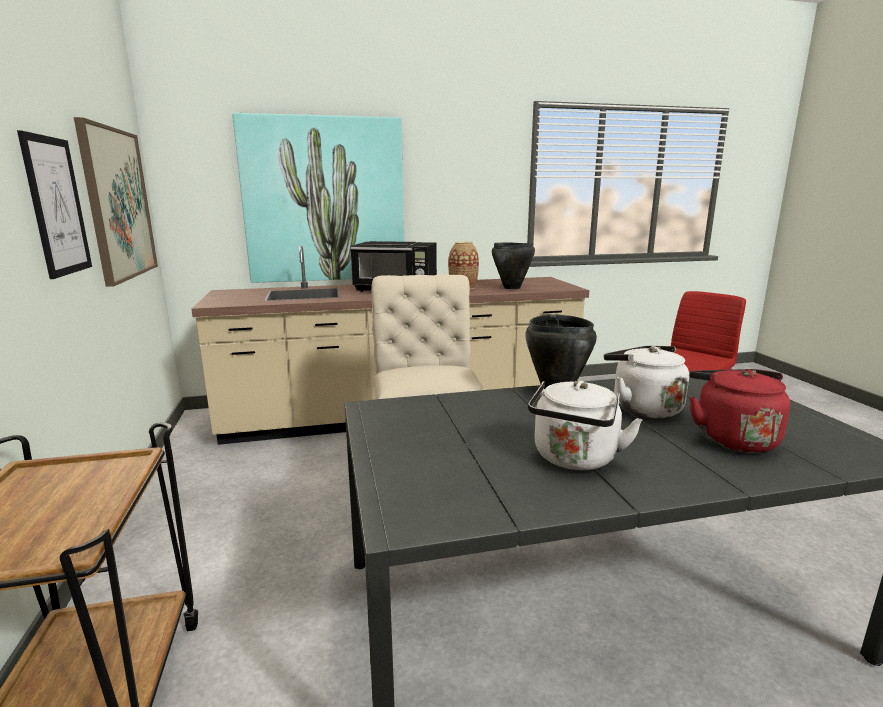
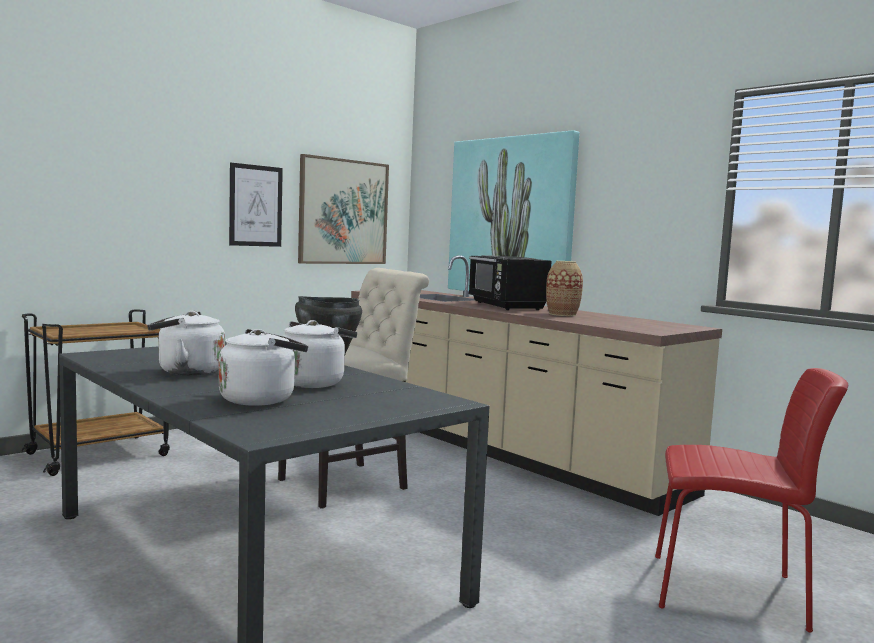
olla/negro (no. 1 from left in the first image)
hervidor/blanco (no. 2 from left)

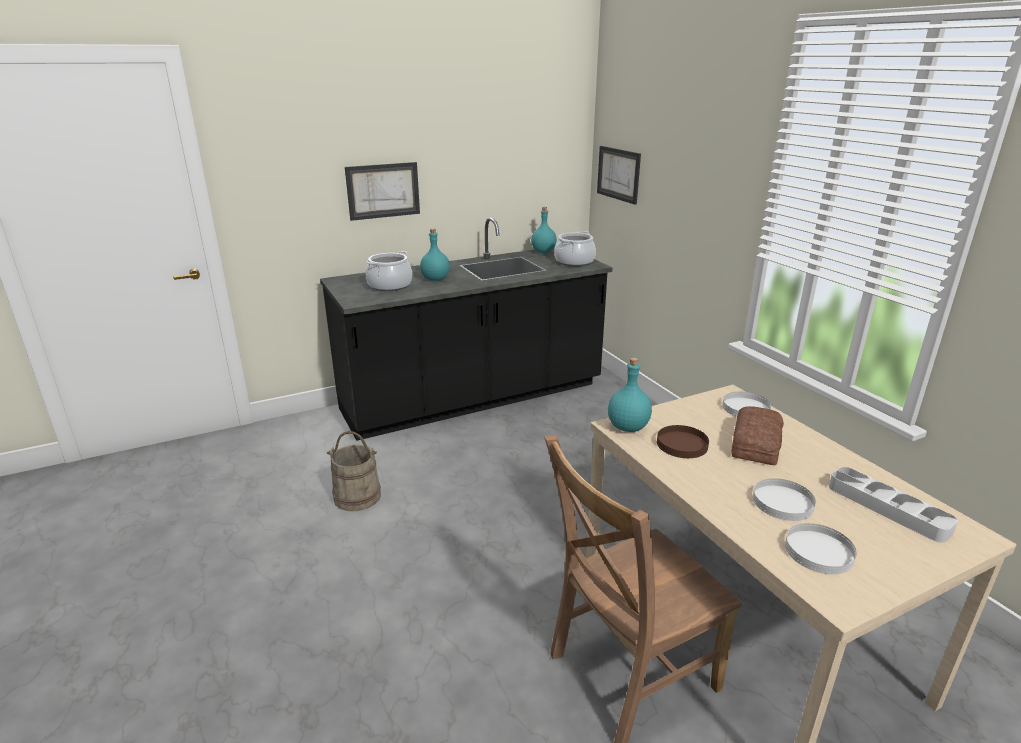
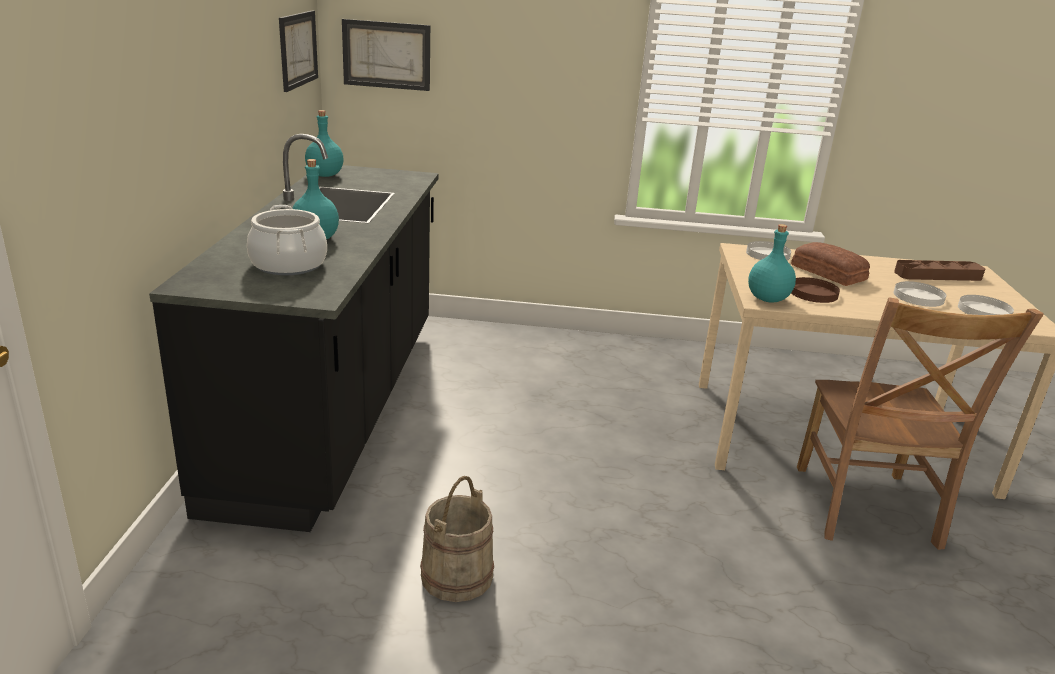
cuadro (no. 1 from left)
olla (no. 2 from left in the first image)
bandeja/marrón

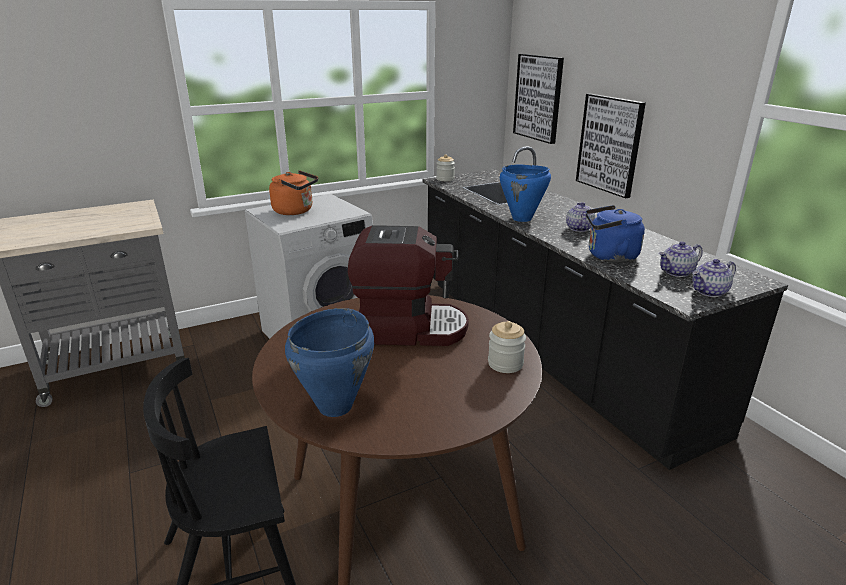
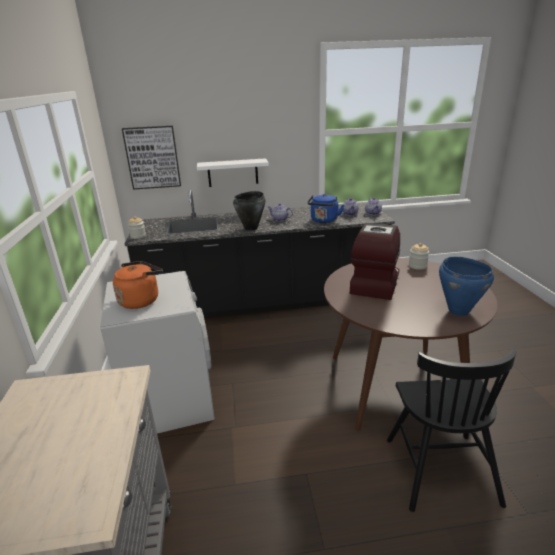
olla/negro
estante/blanco

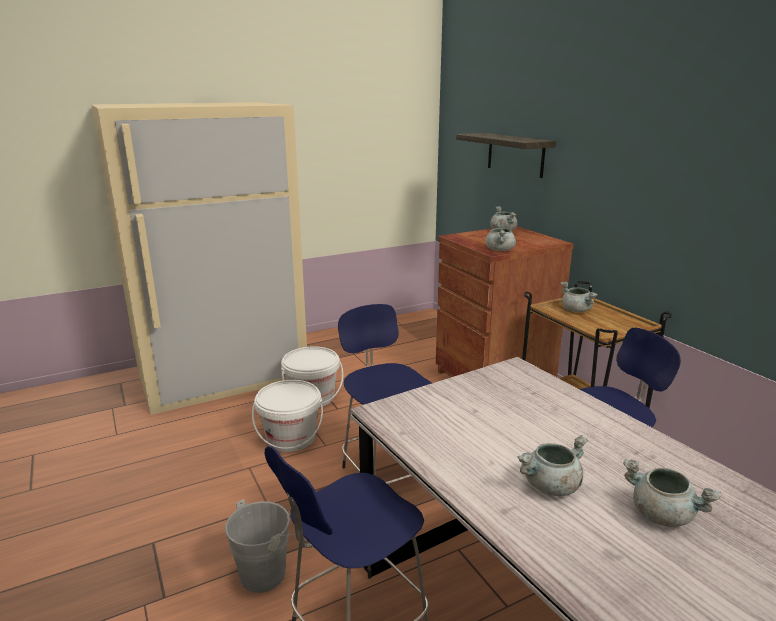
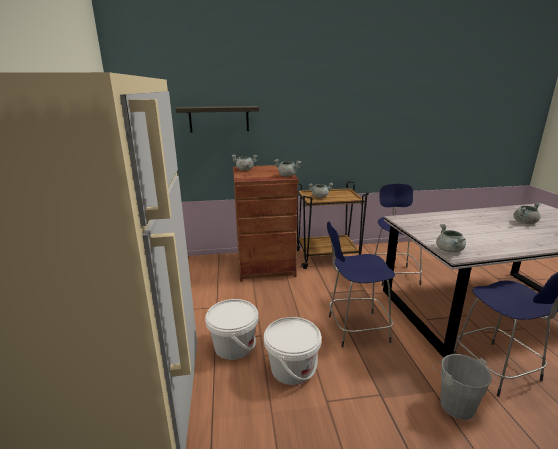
olla/gris (no. 4 from left)

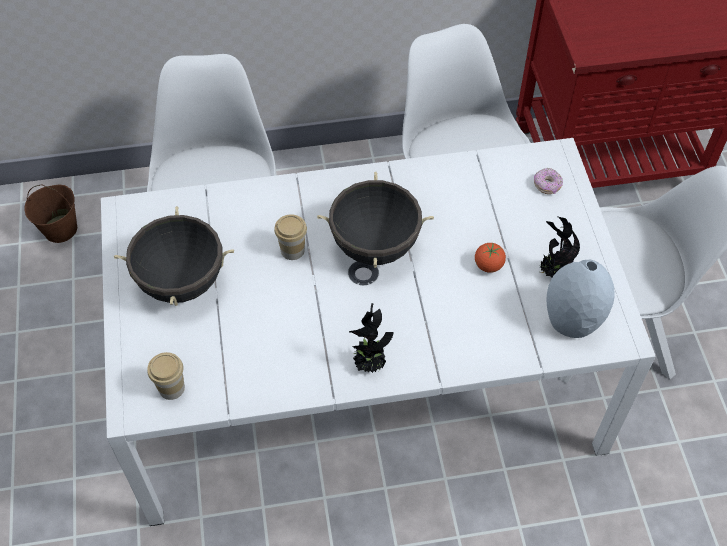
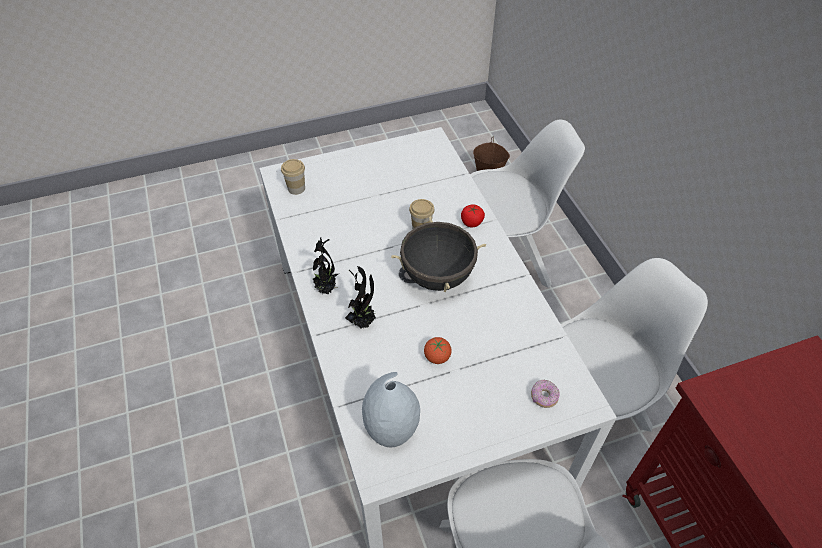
olla/negro (no. 1 from left in the first image)
planta en maceta (no. 2 from left)
tomate (no. 2 from left)

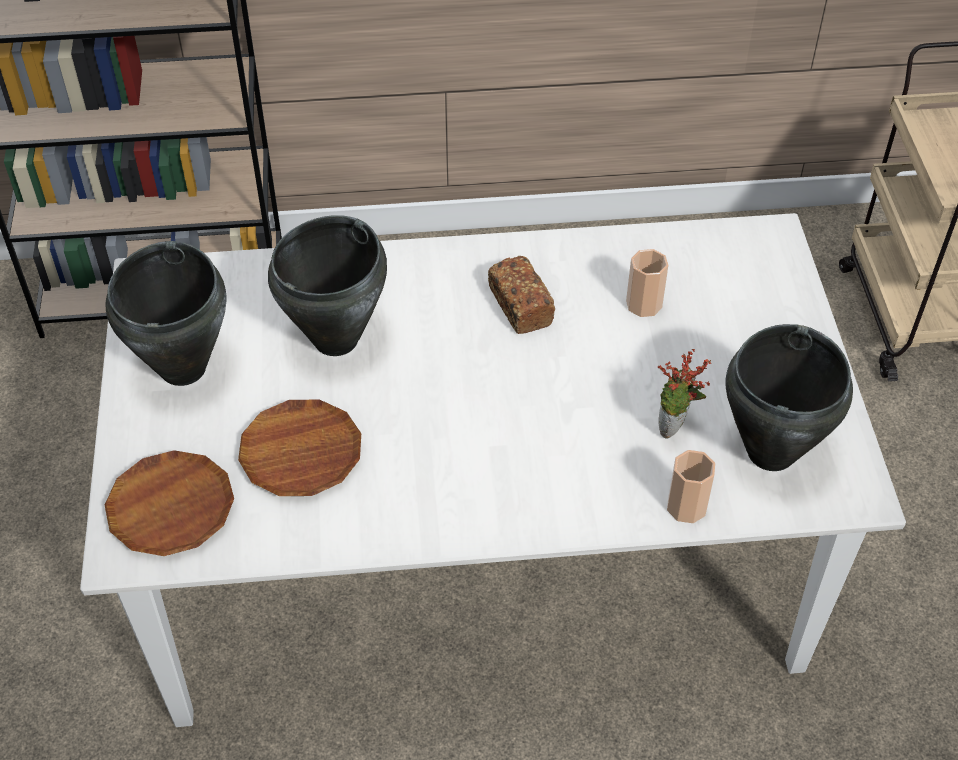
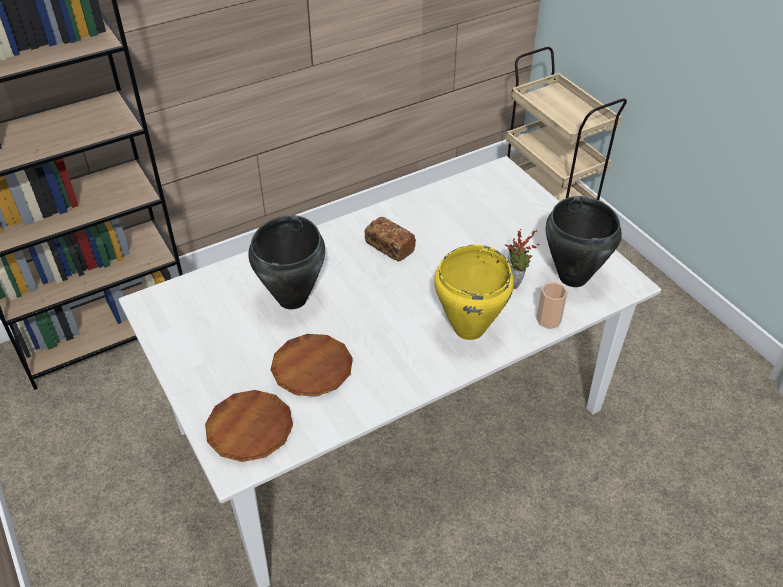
olla/negro (no. 1 from left in the first image)
taza (no. 1 from left in the first image)
olla/amarillo

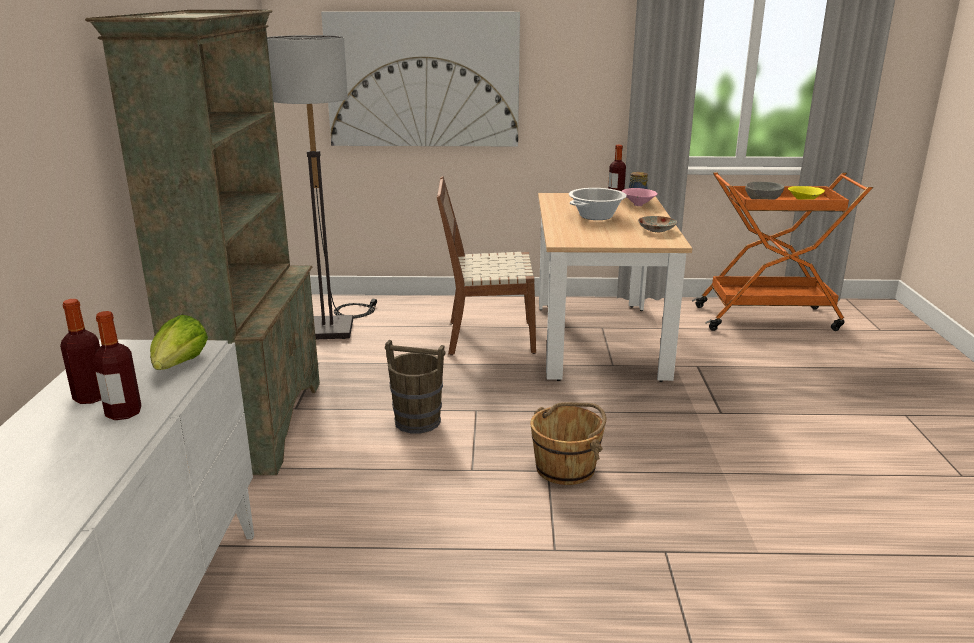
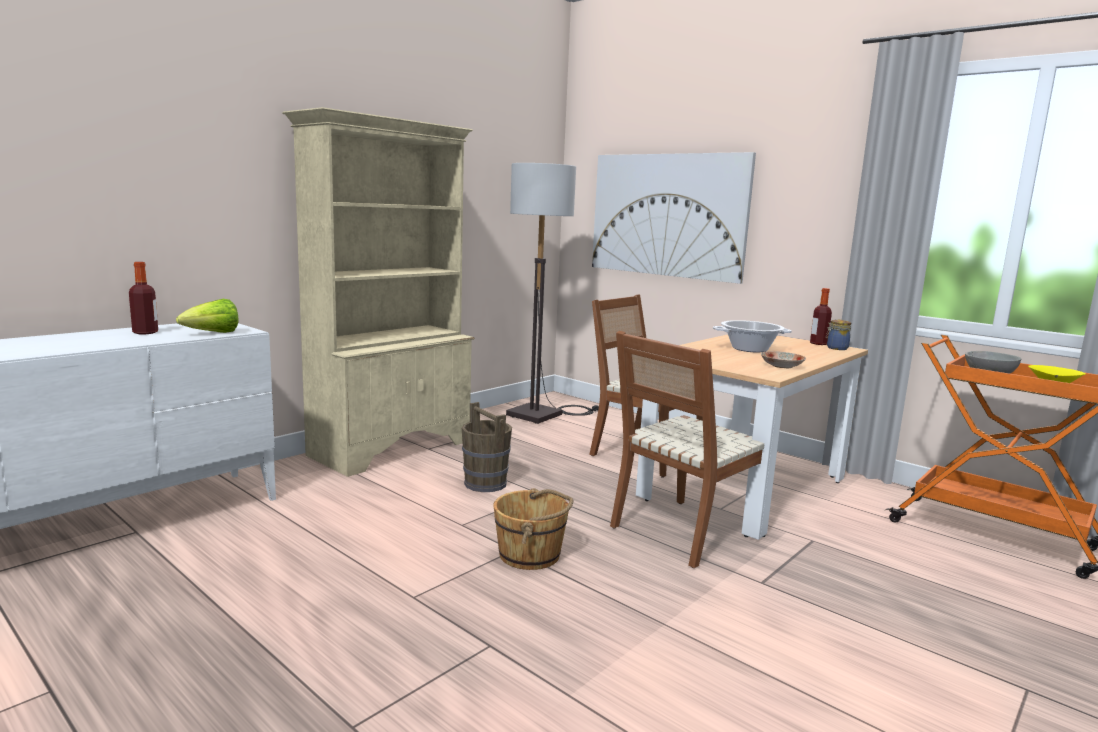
estantería/beis
botella (no. 2 from left in the first image)
cuenco/rosa
silla (no. 2 from left)

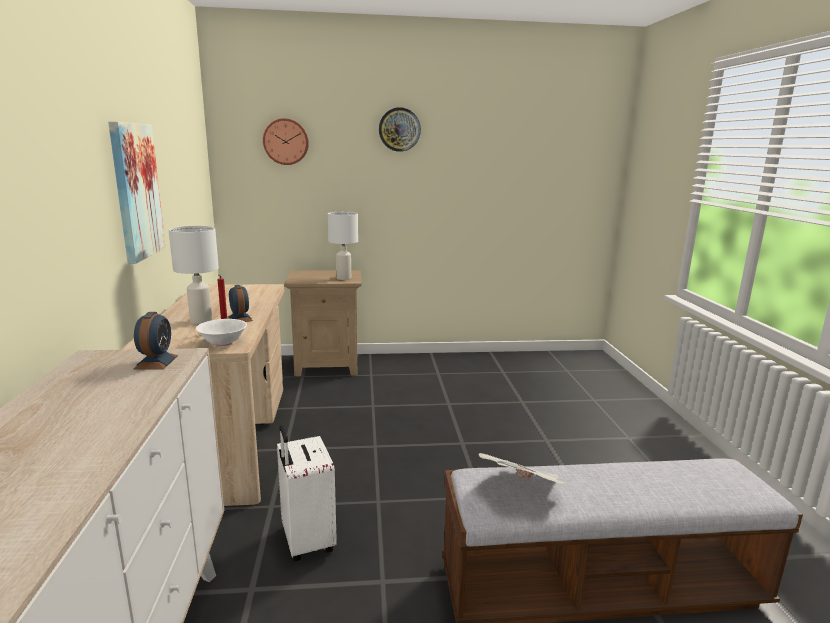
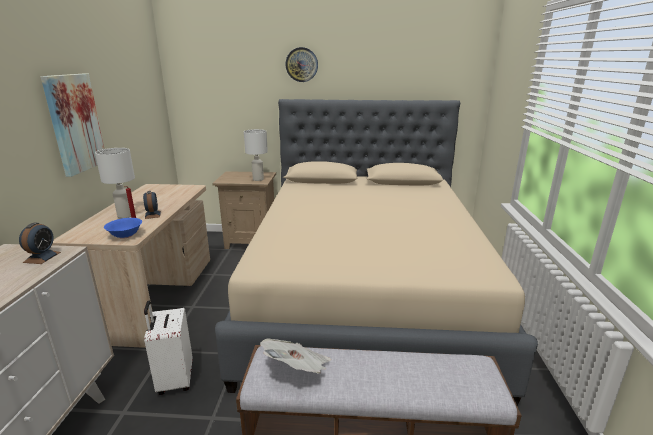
cuenco/azul
reloj de pared (no. 1 from left in the first image)
cama/beis

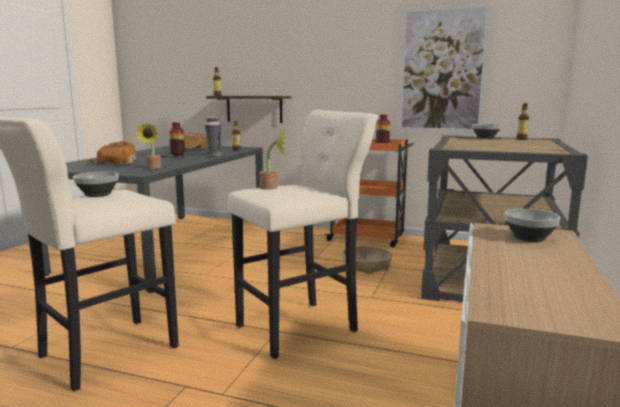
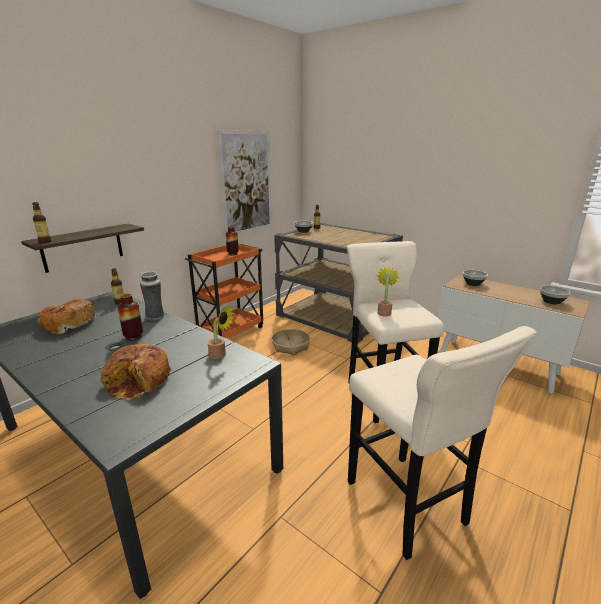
cuenco (no. 3 from left)

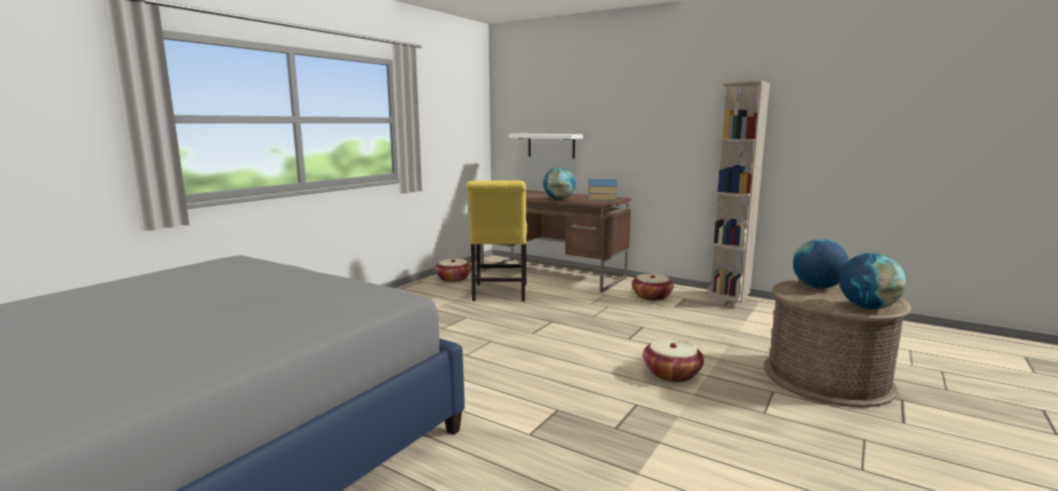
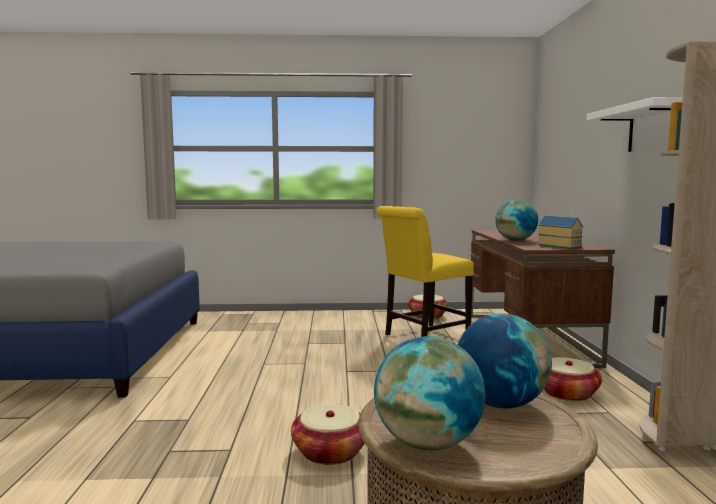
estante/blanco

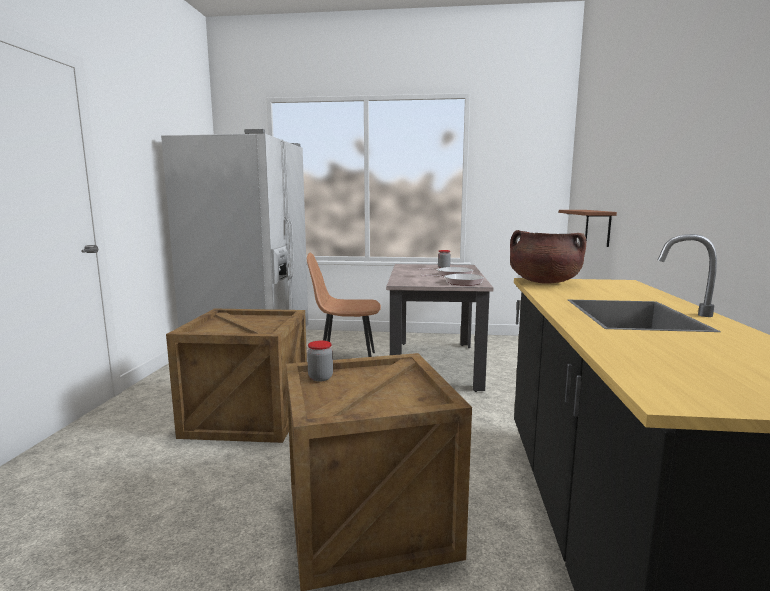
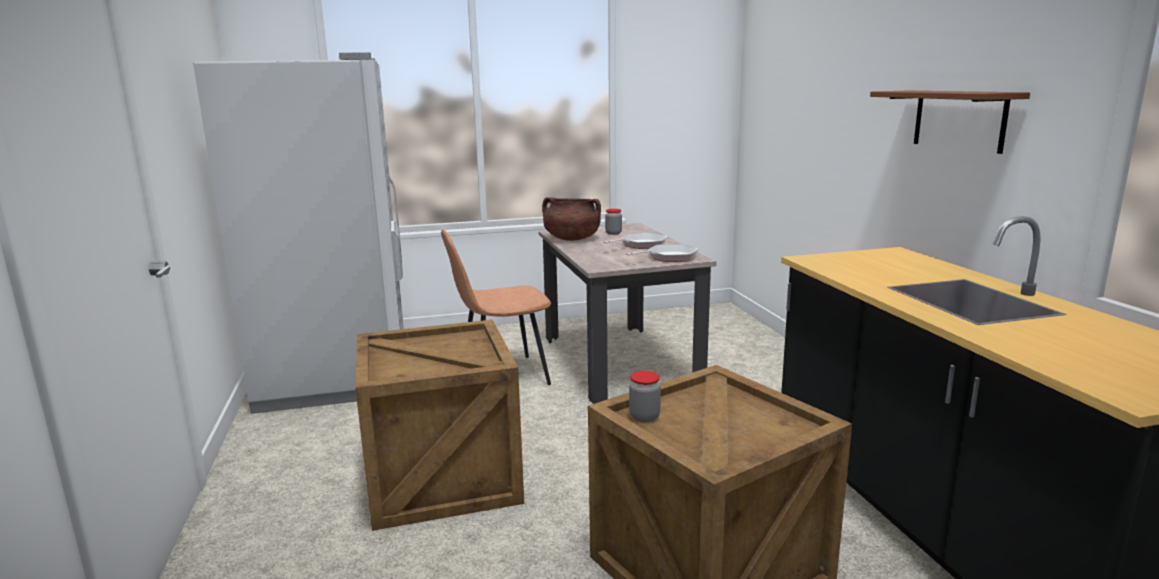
olla/marrón
estante/marrón

